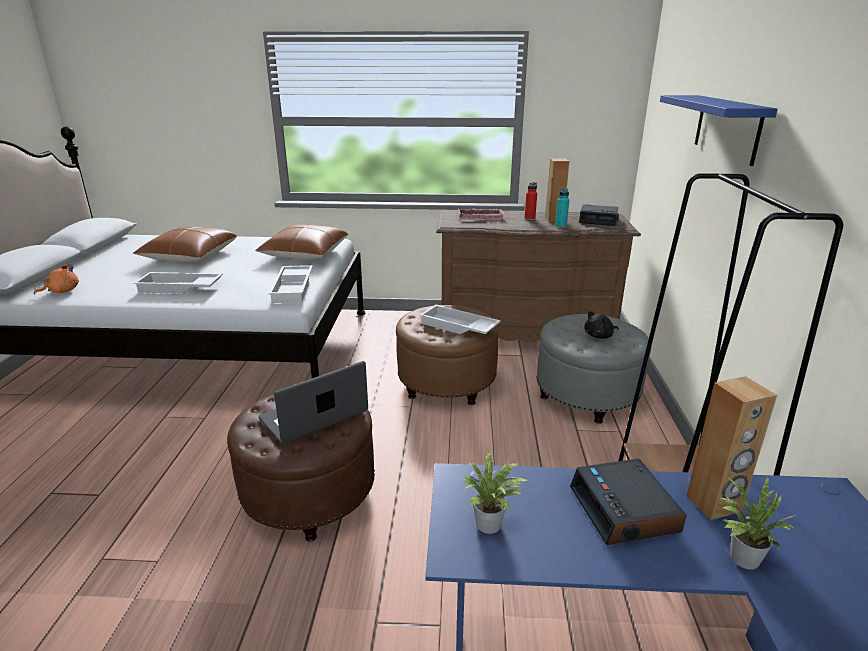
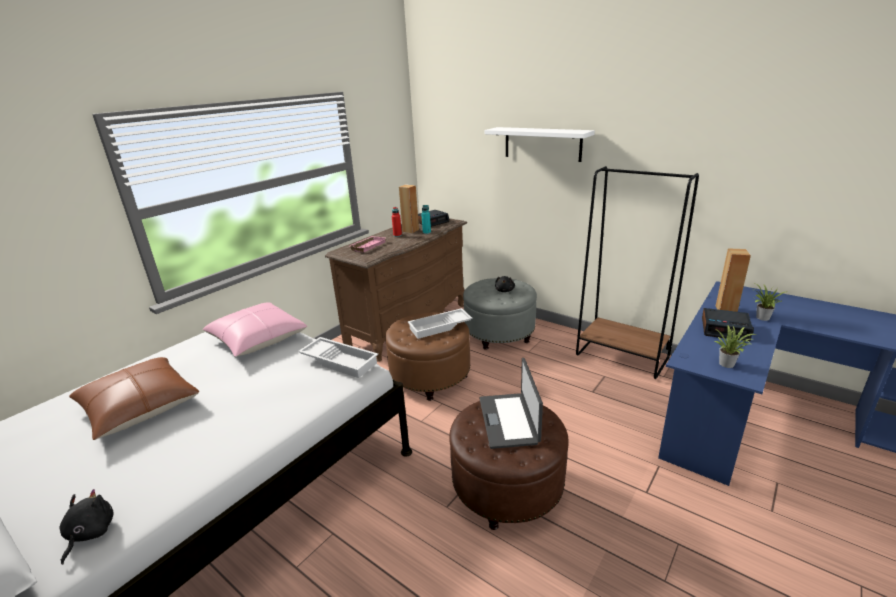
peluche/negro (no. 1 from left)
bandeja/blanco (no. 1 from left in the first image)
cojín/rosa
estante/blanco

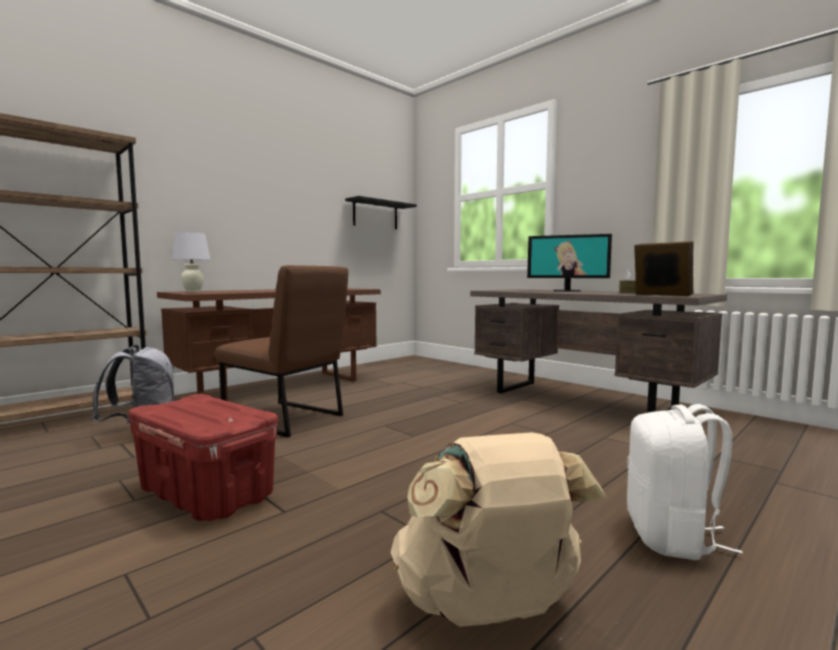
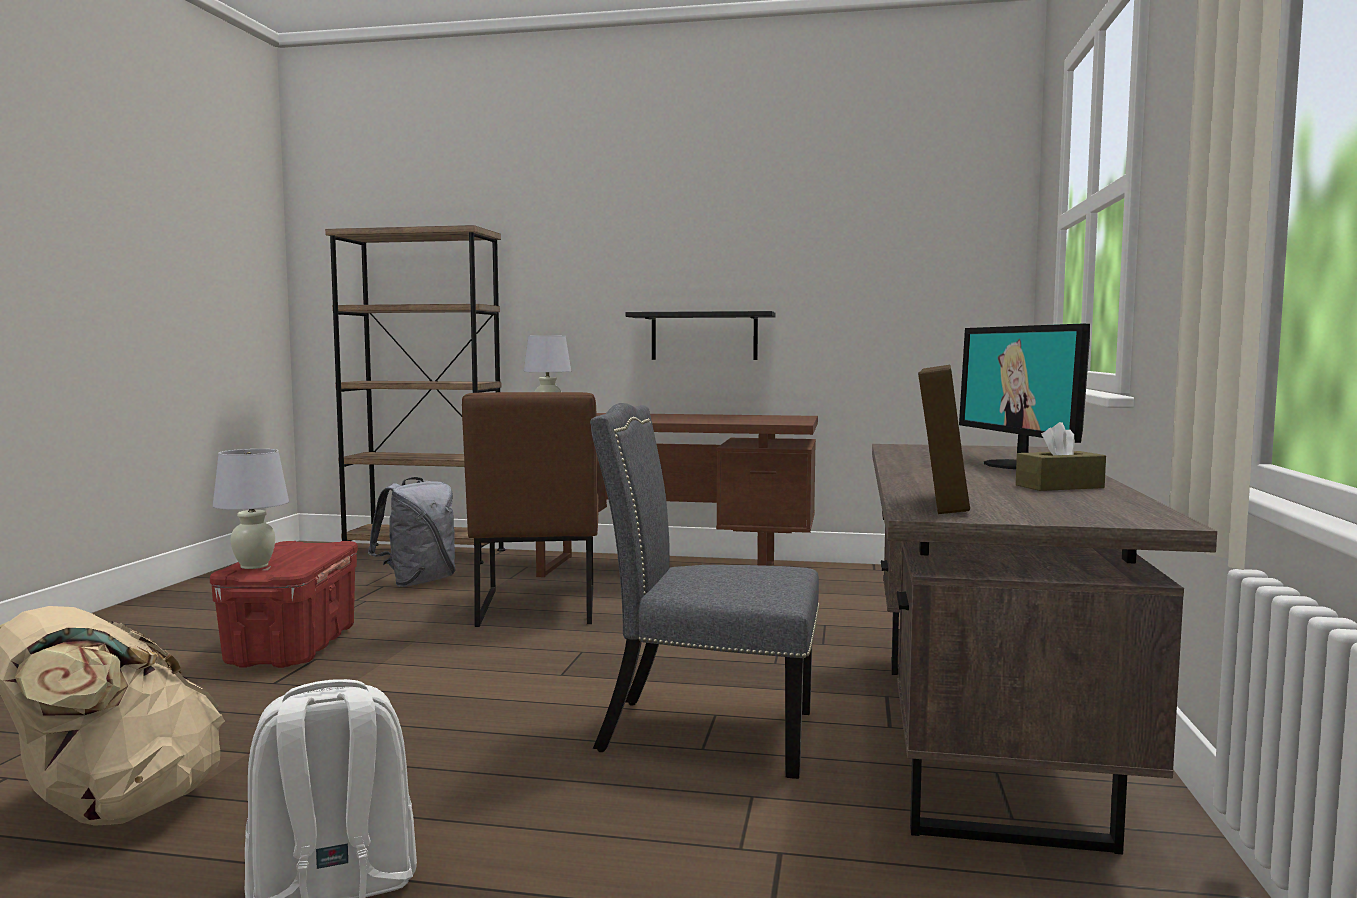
estante/negro
lámpara de mesa/blanco (no. 1 from left)
silla/gris

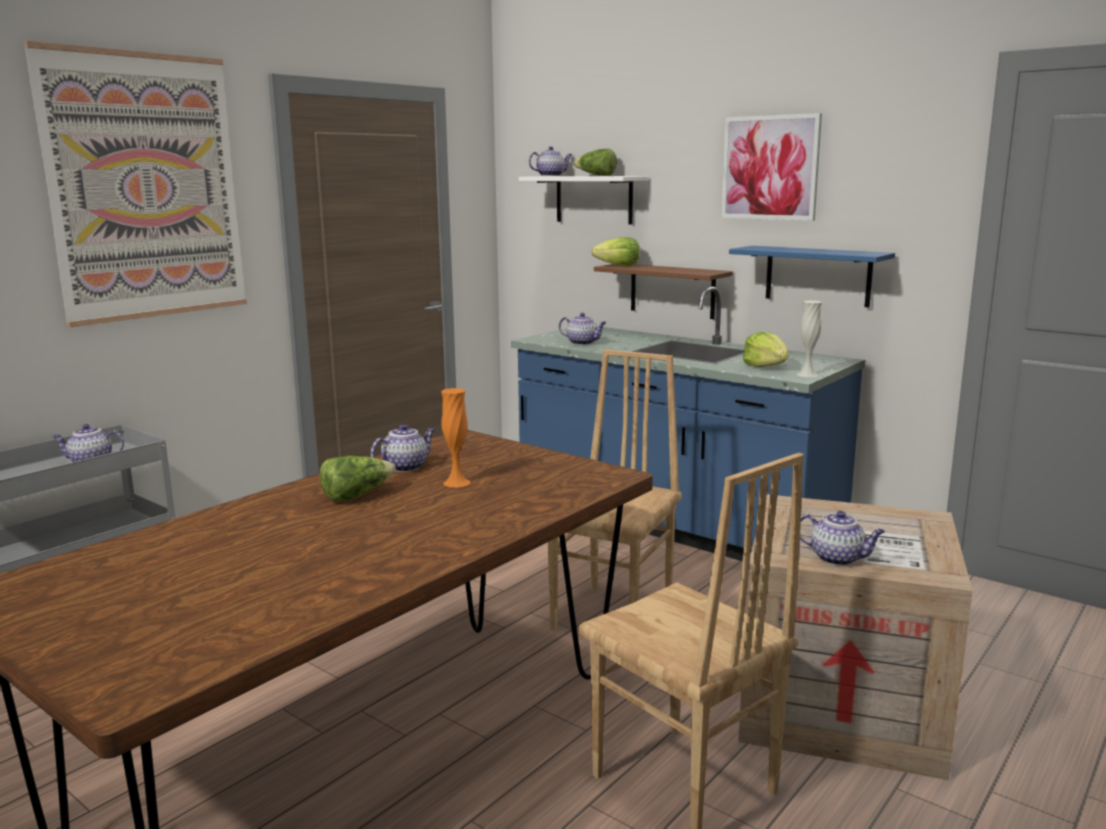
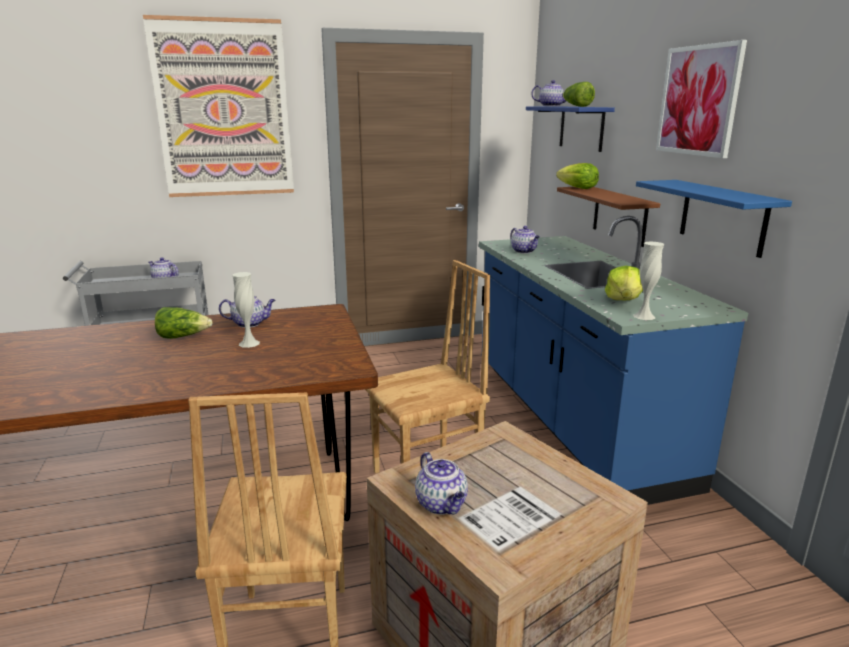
florero/blanco (no. 1 from left)
estante/azul (no. 1 from left)

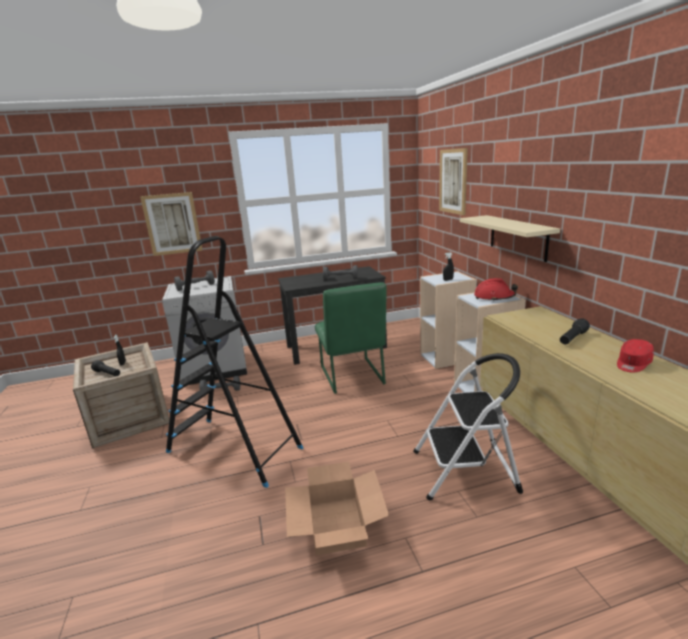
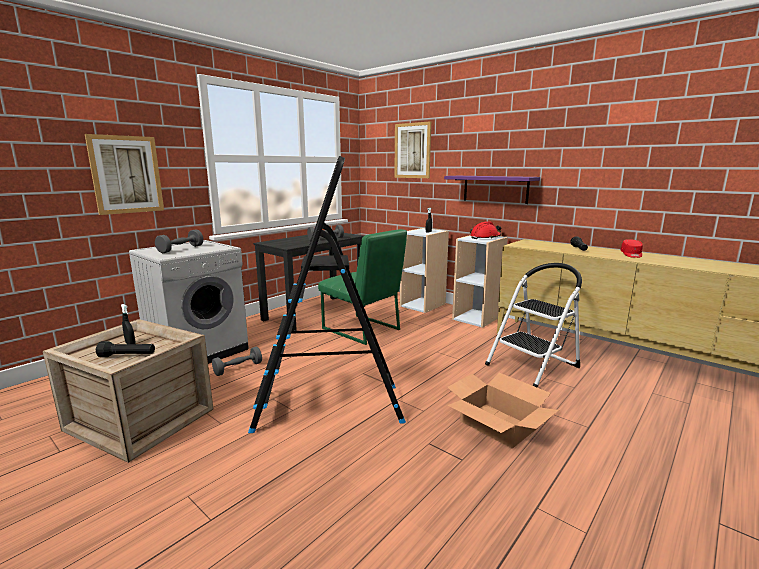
estante/morado

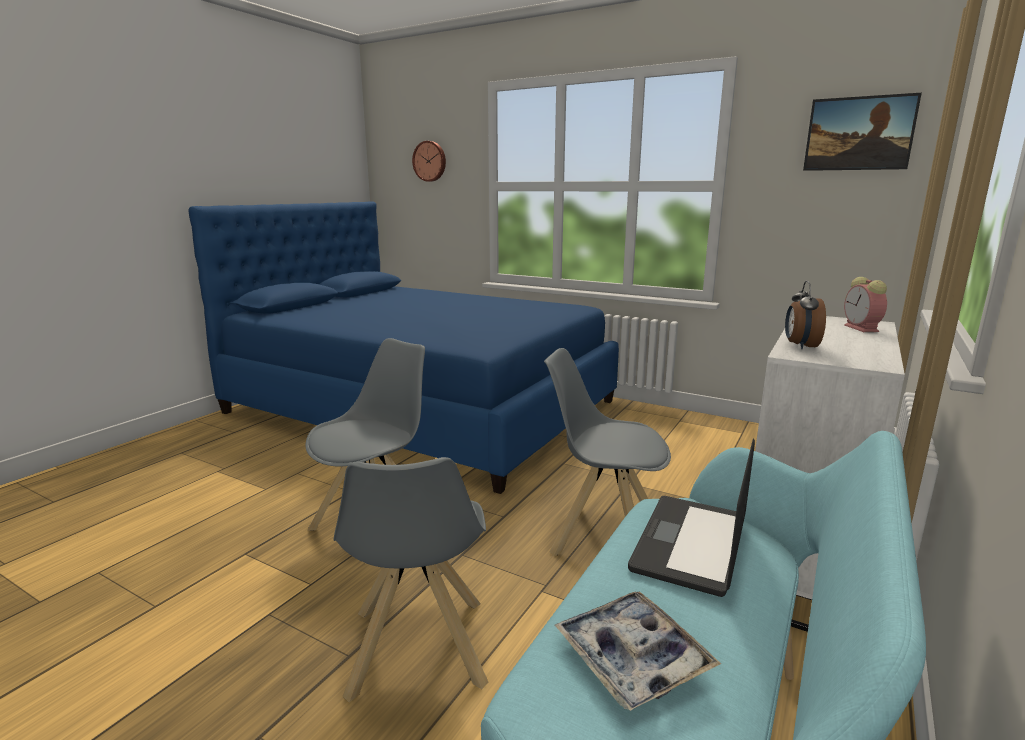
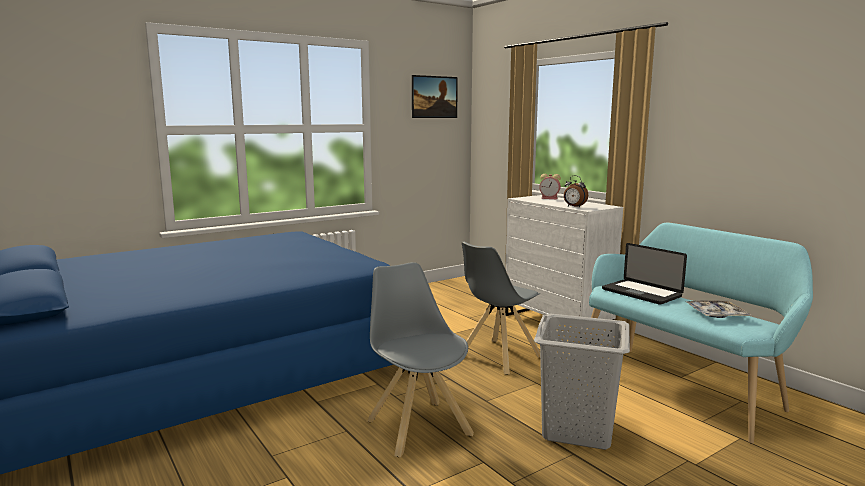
cesto de la ropa/gris
reloj de pared

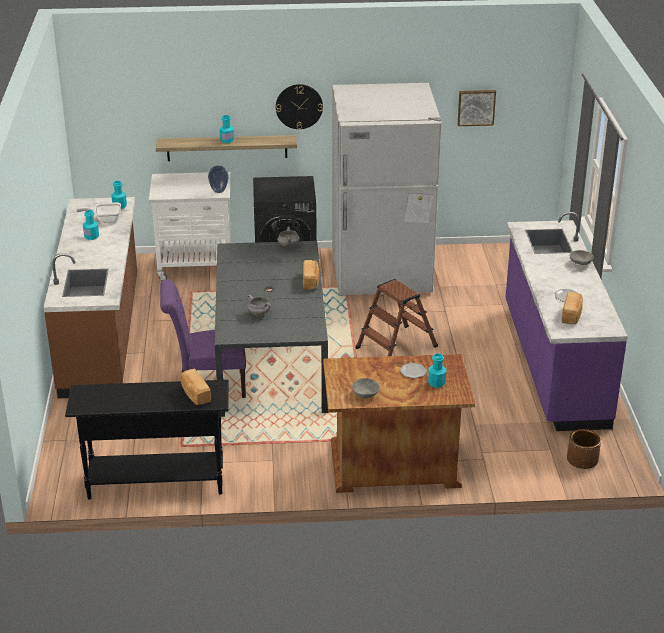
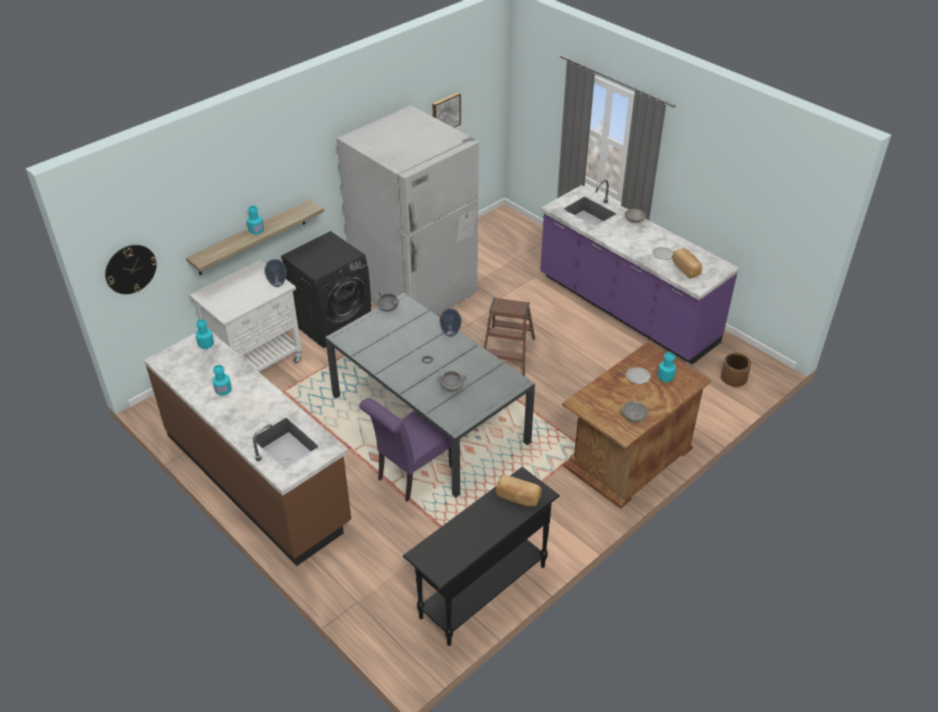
sartén
reloj de pared
florero (no. 2 from left)

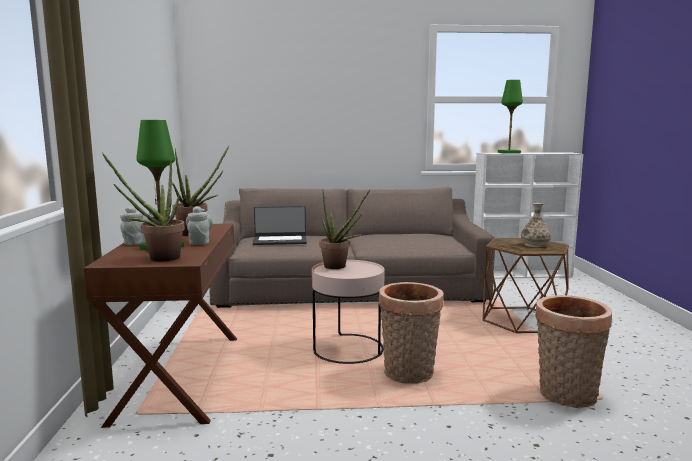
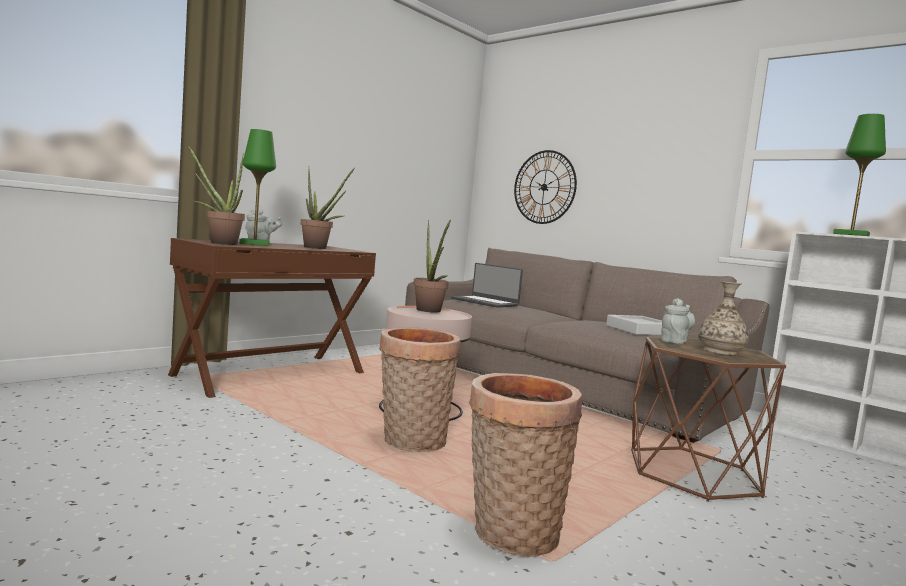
tetera/gris (no. 2 from left)
reloj de pared
bandeja/gris

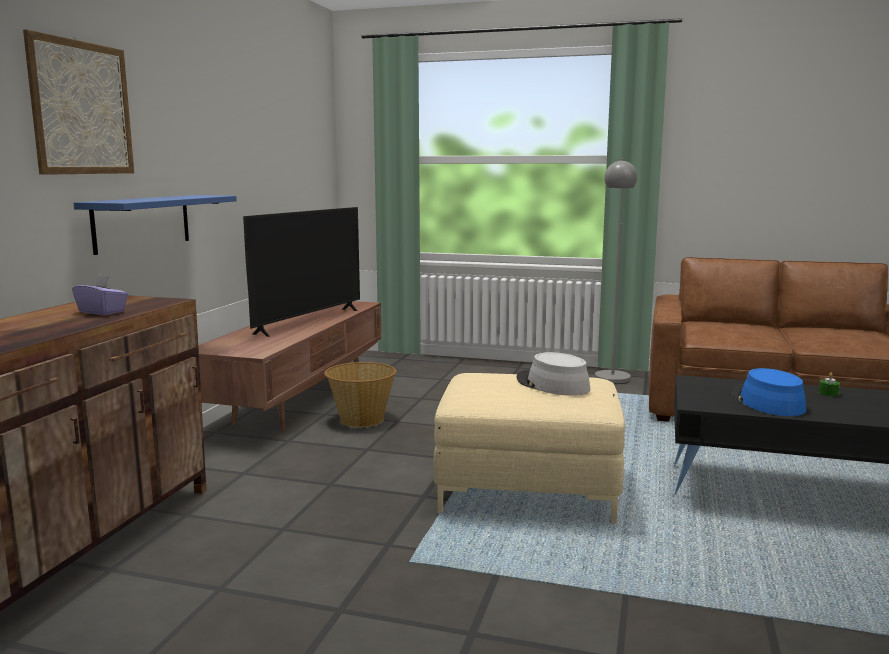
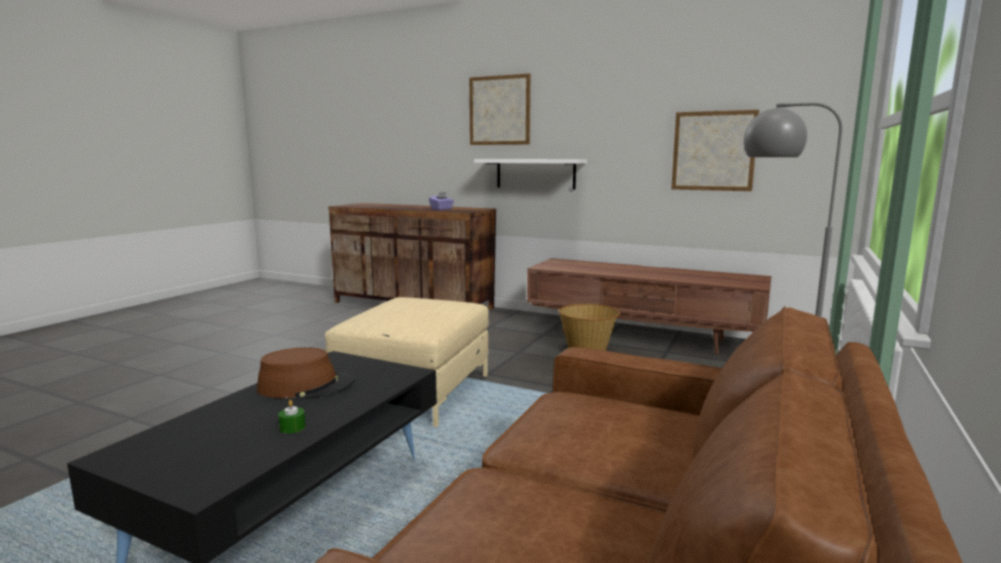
estante/blanco
televisor
sombrero/gris
sombrero/marrón
cuadro (no. 2 from left)

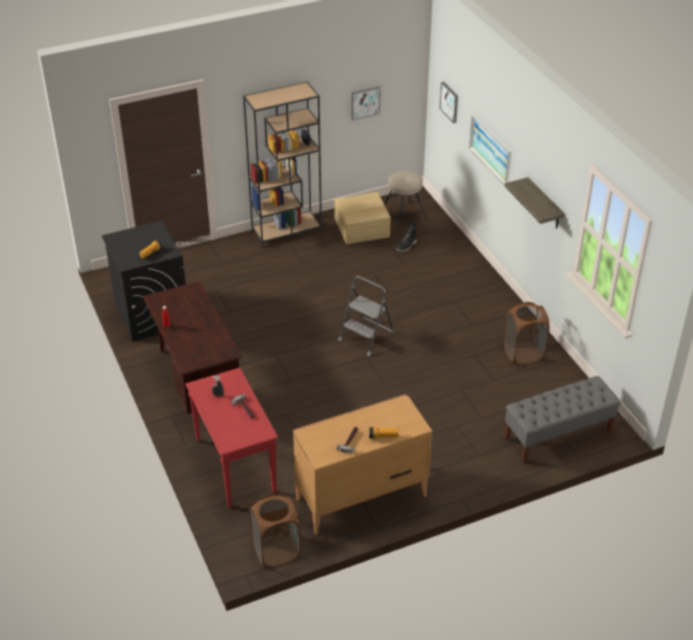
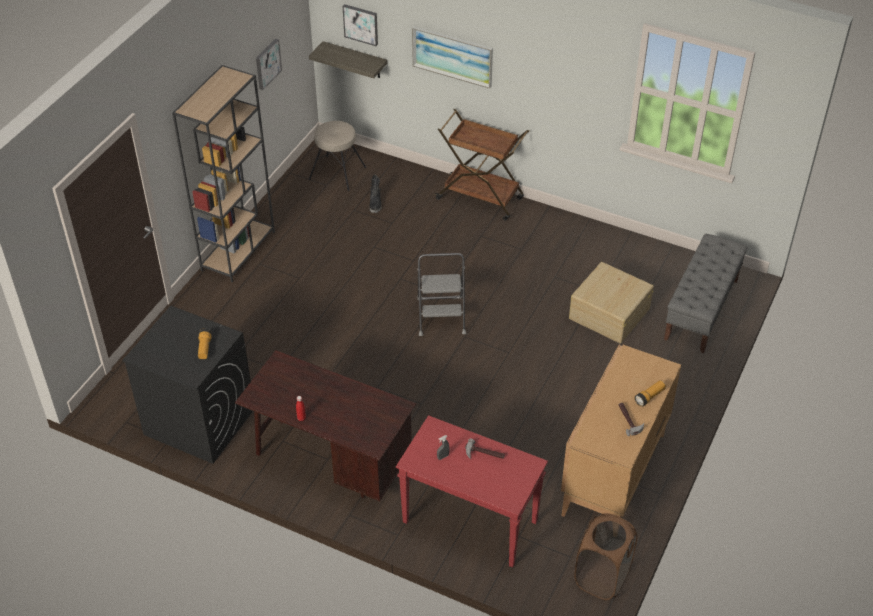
caja de almacenaje/beis
cesto de la ropa/marrón (no. 2 from left in the first image)
estante
carrito/marrón

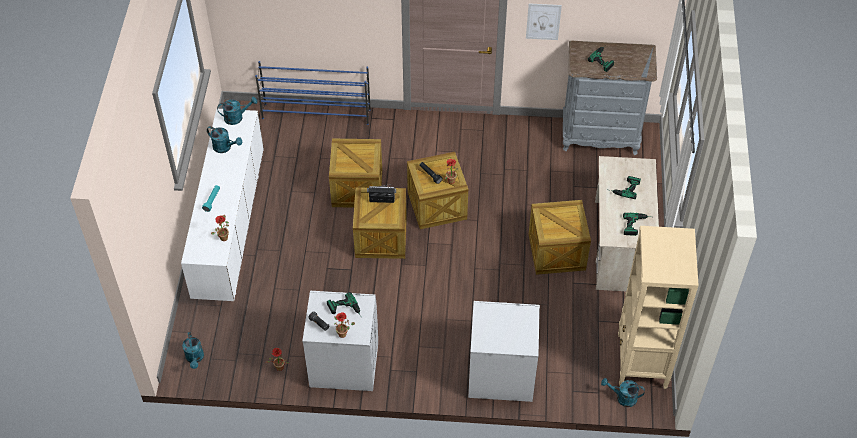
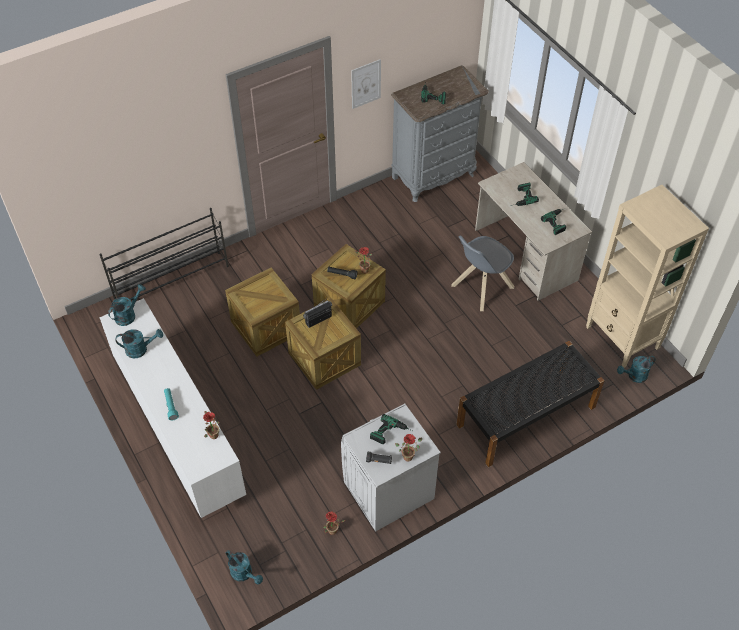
zapatero/negro
banco/negro
silla/gris

